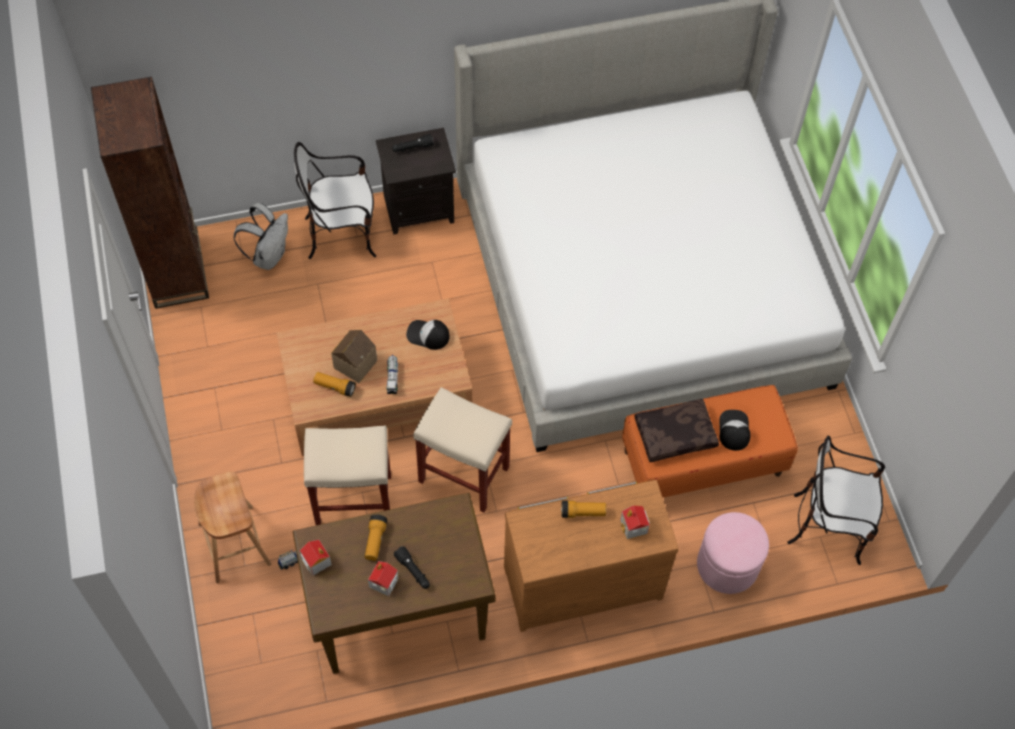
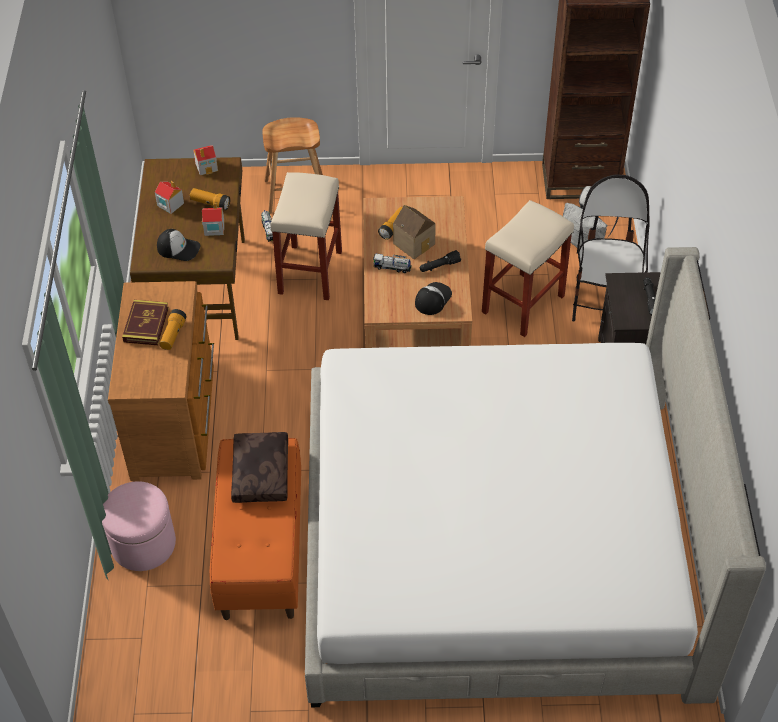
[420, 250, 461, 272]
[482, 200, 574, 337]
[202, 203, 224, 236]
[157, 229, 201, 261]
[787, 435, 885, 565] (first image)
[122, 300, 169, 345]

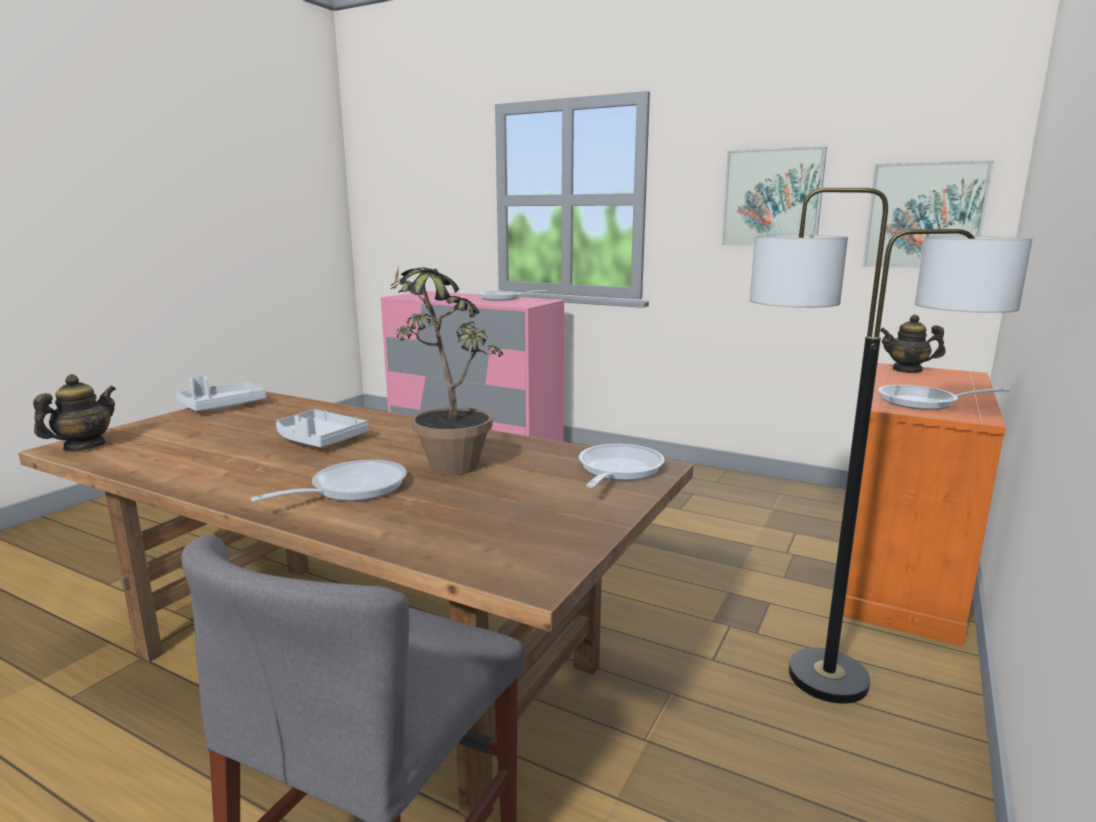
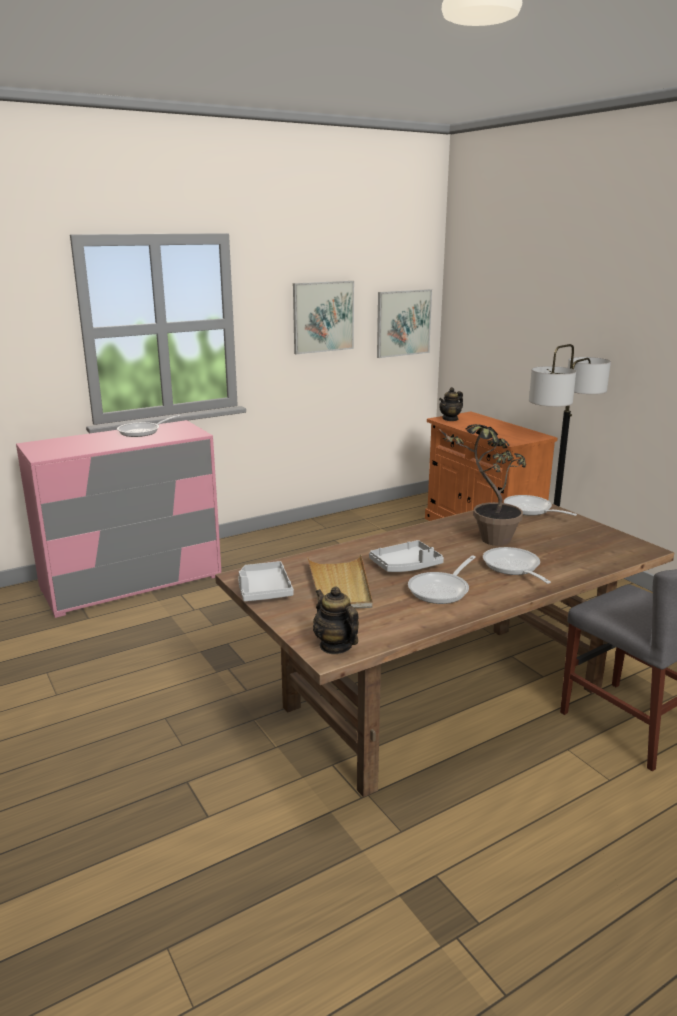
[408, 555, 476, 604]
[307, 555, 372, 608]

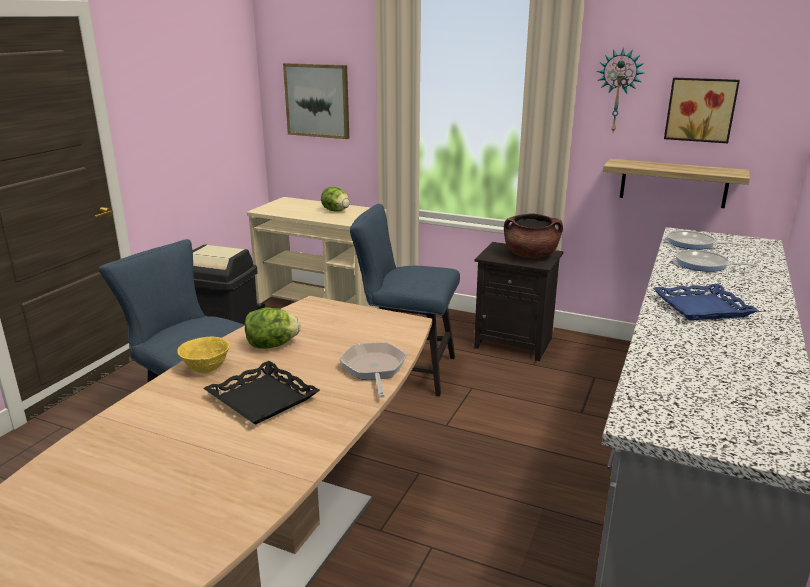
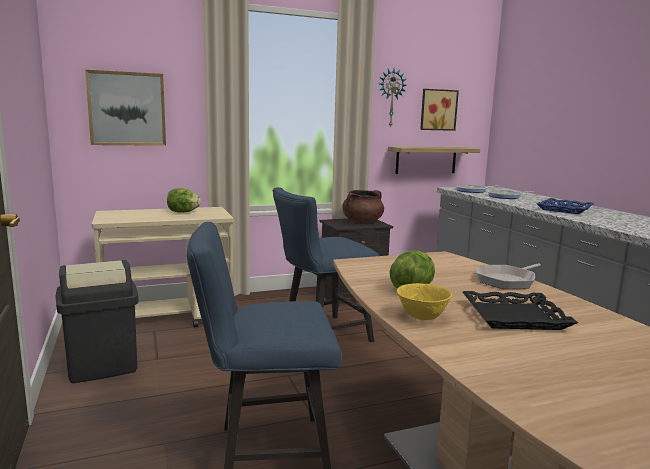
[476, 263, 541, 289]

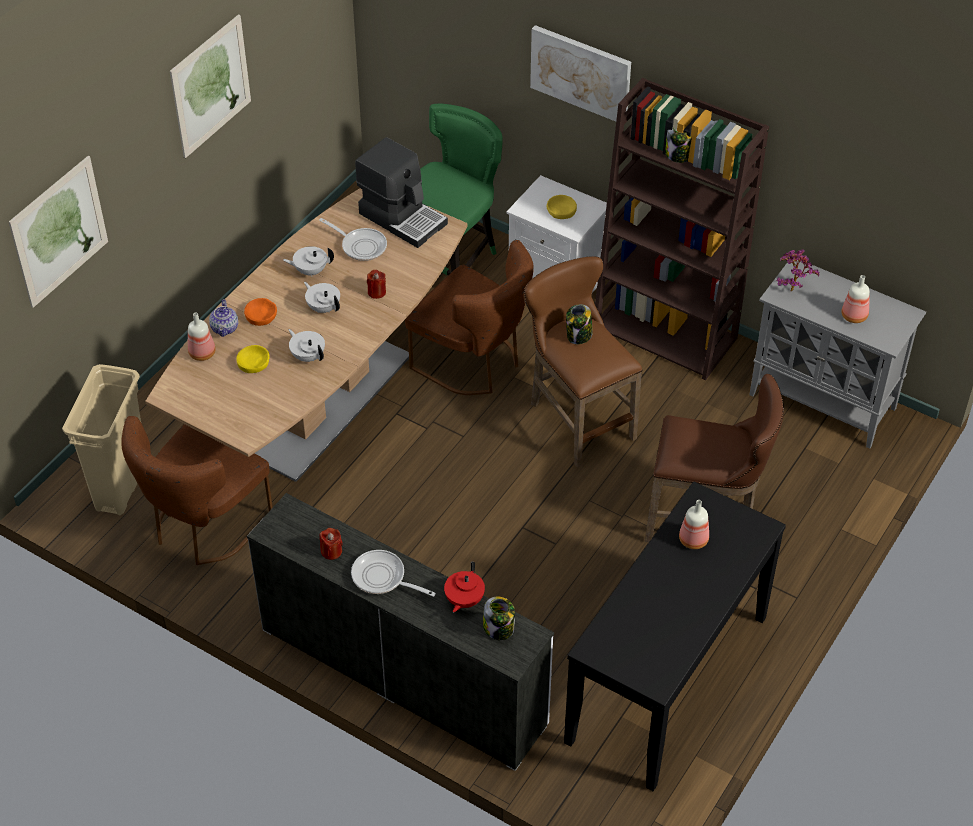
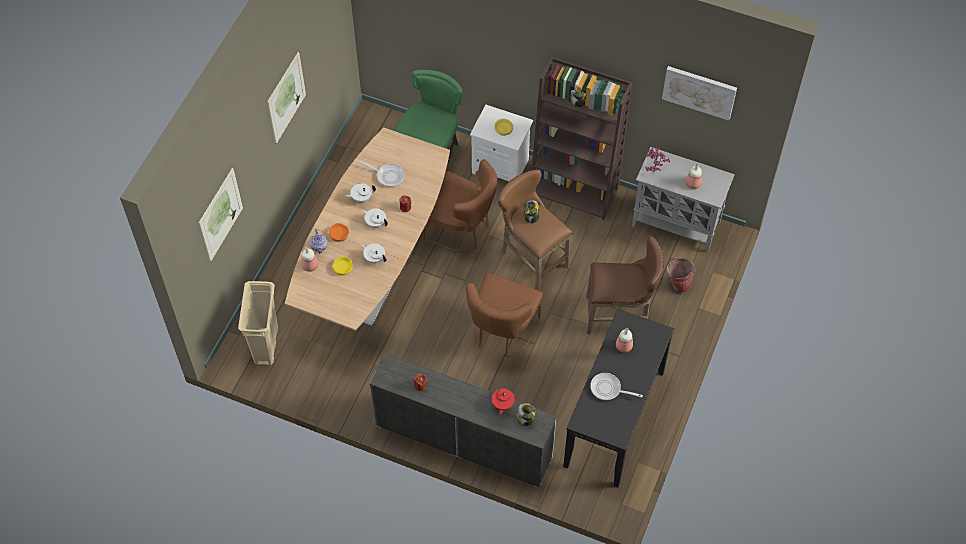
[466, 273, 543, 357]
[590, 373, 643, 400]
[355, 137, 448, 248] (first image)
[662, 66, 737, 121]
[666, 257, 695, 293]

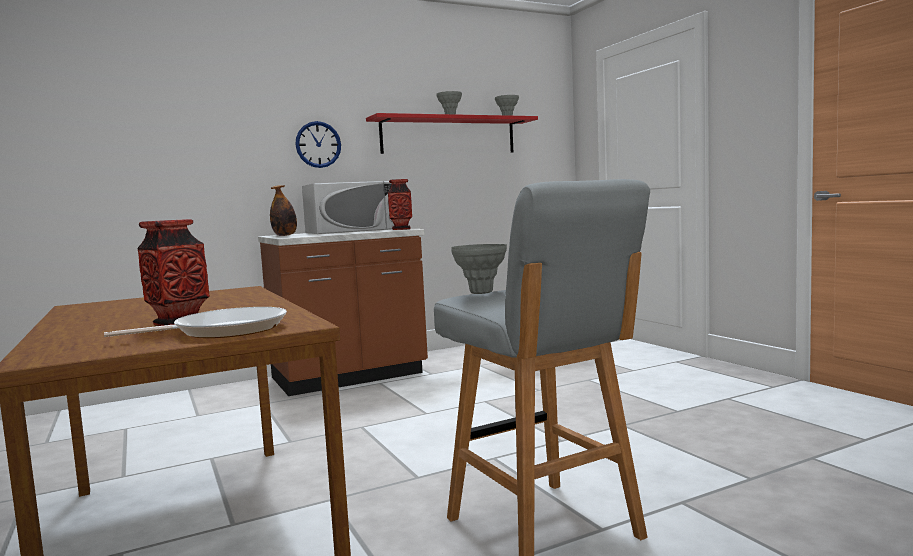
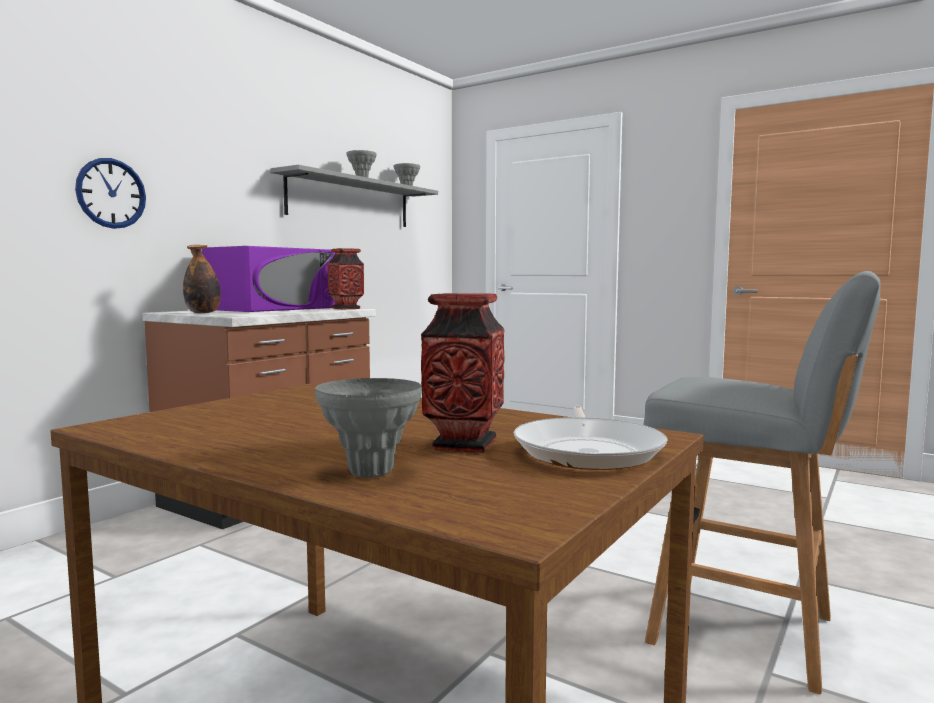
[514, 406, 668, 470]
[75, 158, 146, 229]
[202, 246, 335, 312]
[270, 165, 438, 227]
[315, 378, 422, 478]

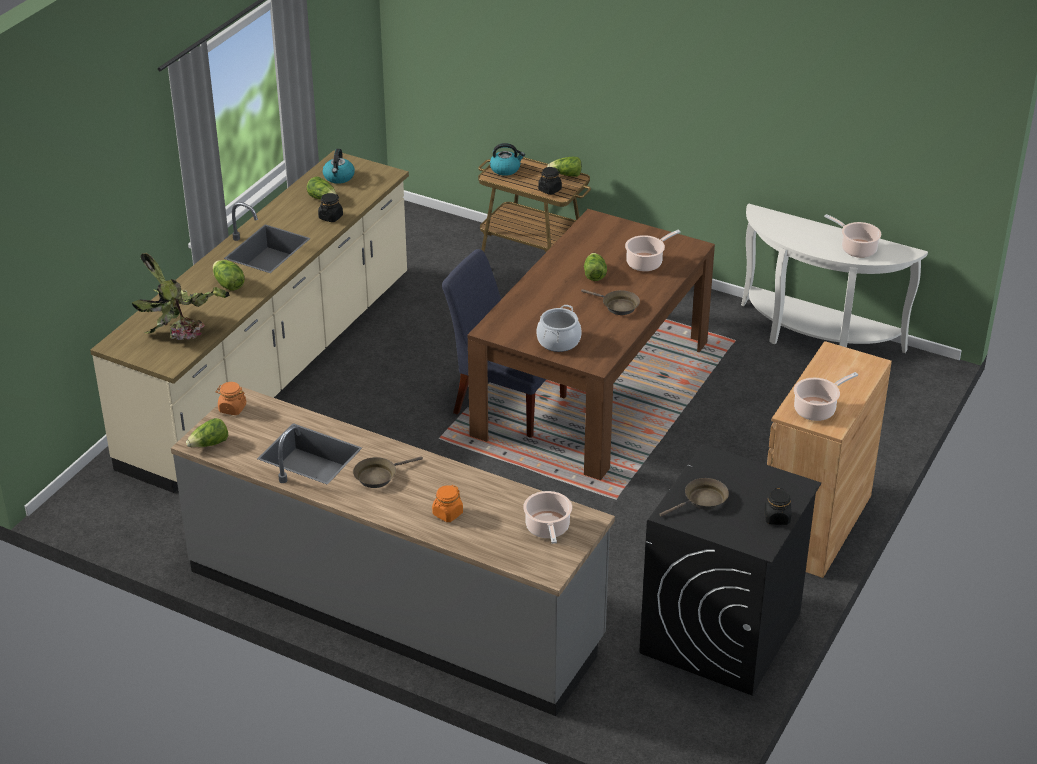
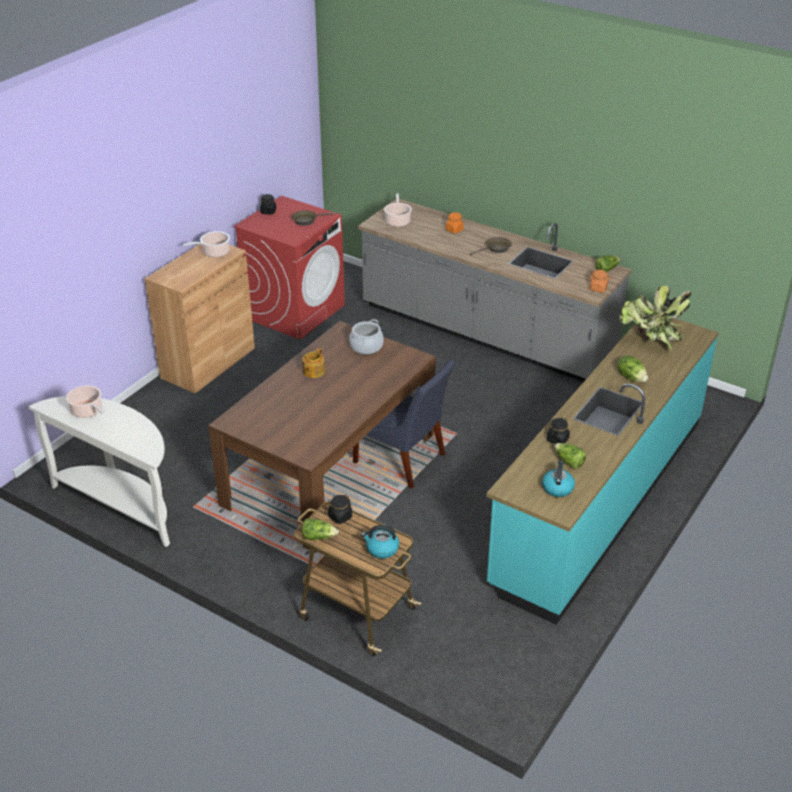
[486, 318, 719, 625]
[302, 348, 325, 378]
[584, 253, 607, 281] (first image)
[625, 230, 681, 272] (first image)
[234, 196, 345, 340]

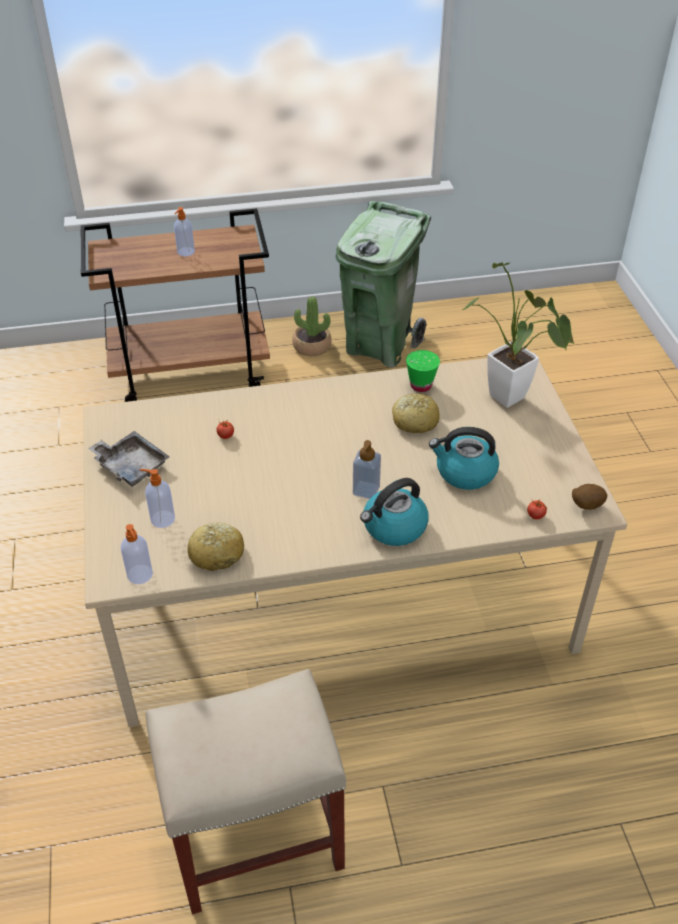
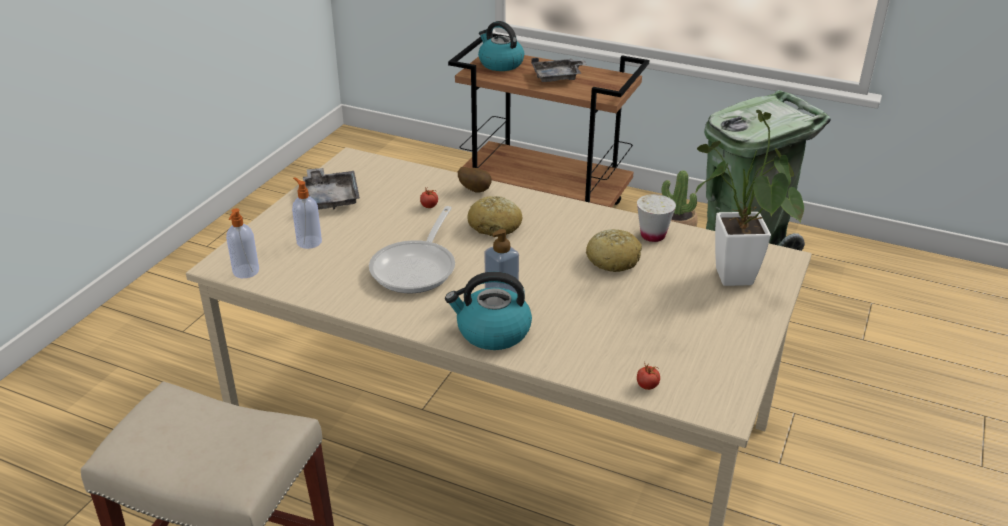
[531, 58, 586, 82]
[467, 196, 522, 236]
[637, 194, 676, 242]
[478, 21, 524, 71]
[458, 167, 492, 192]
[369, 206, 455, 293]

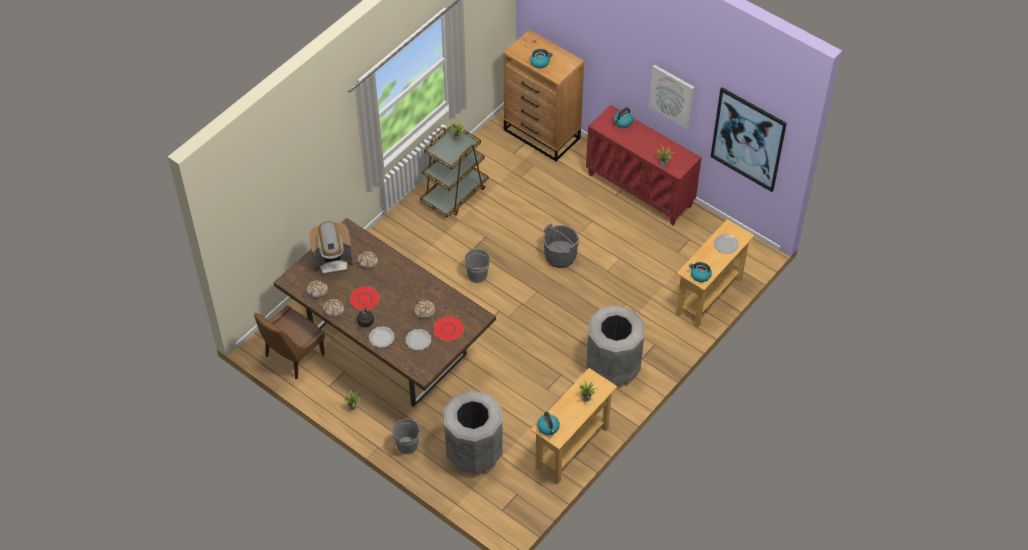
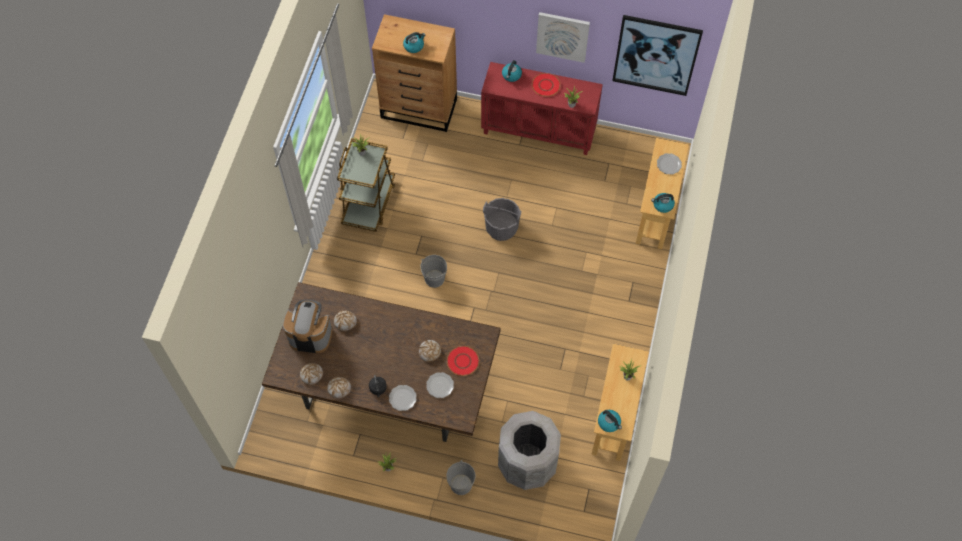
[254, 306, 325, 379] (first image)
[283, 300, 333, 353]
[532, 73, 561, 97]
[586, 305, 644, 386] (first image)

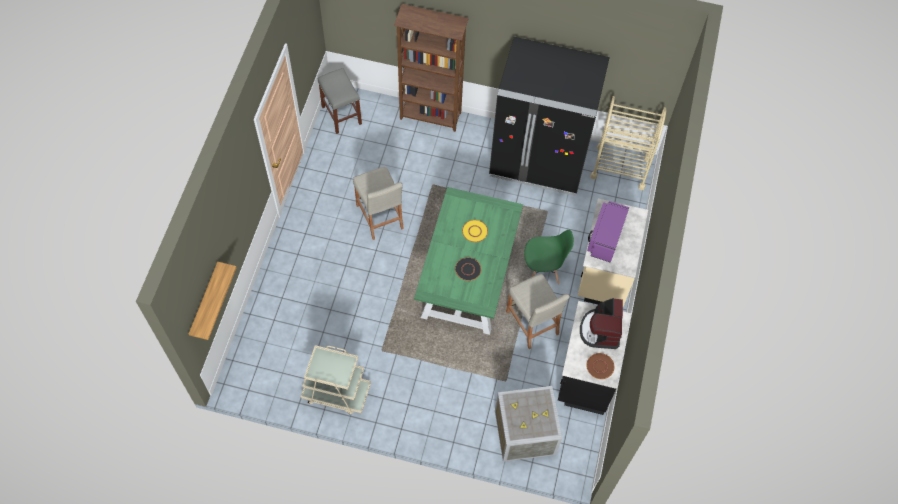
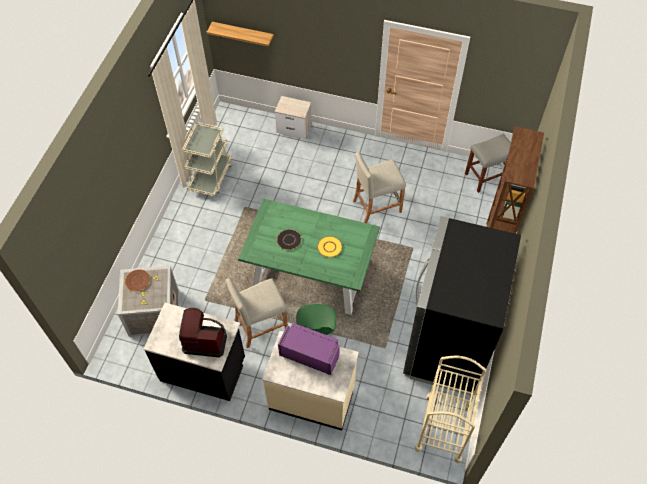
[125, 269, 150, 291]
[275, 96, 312, 139]

